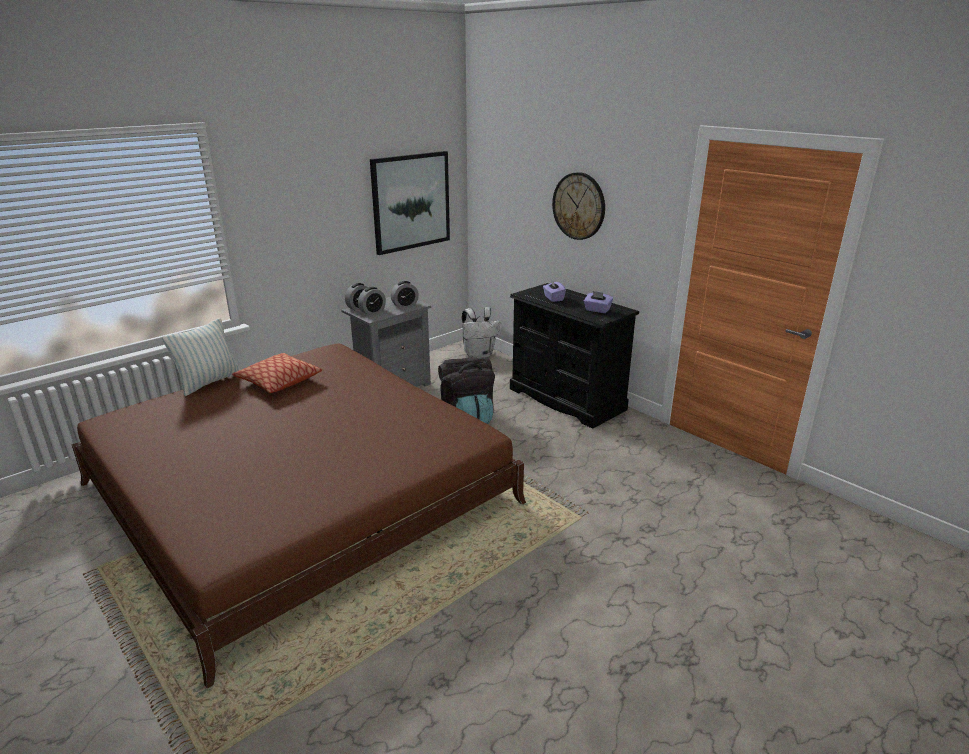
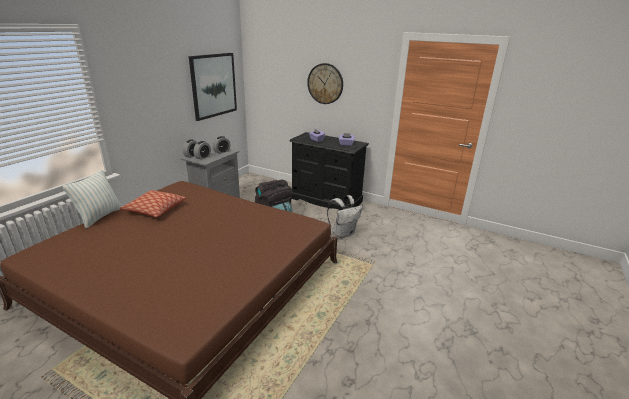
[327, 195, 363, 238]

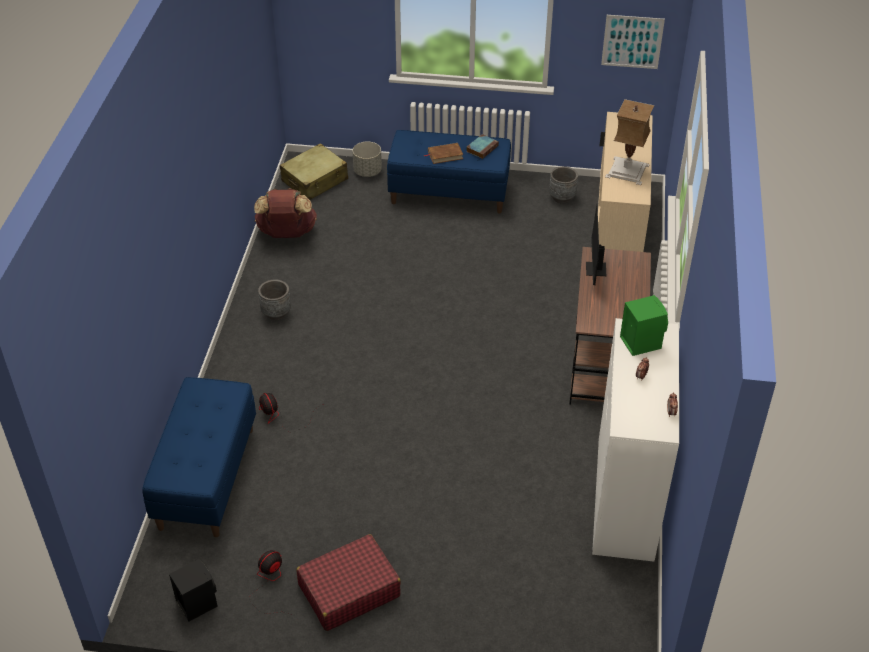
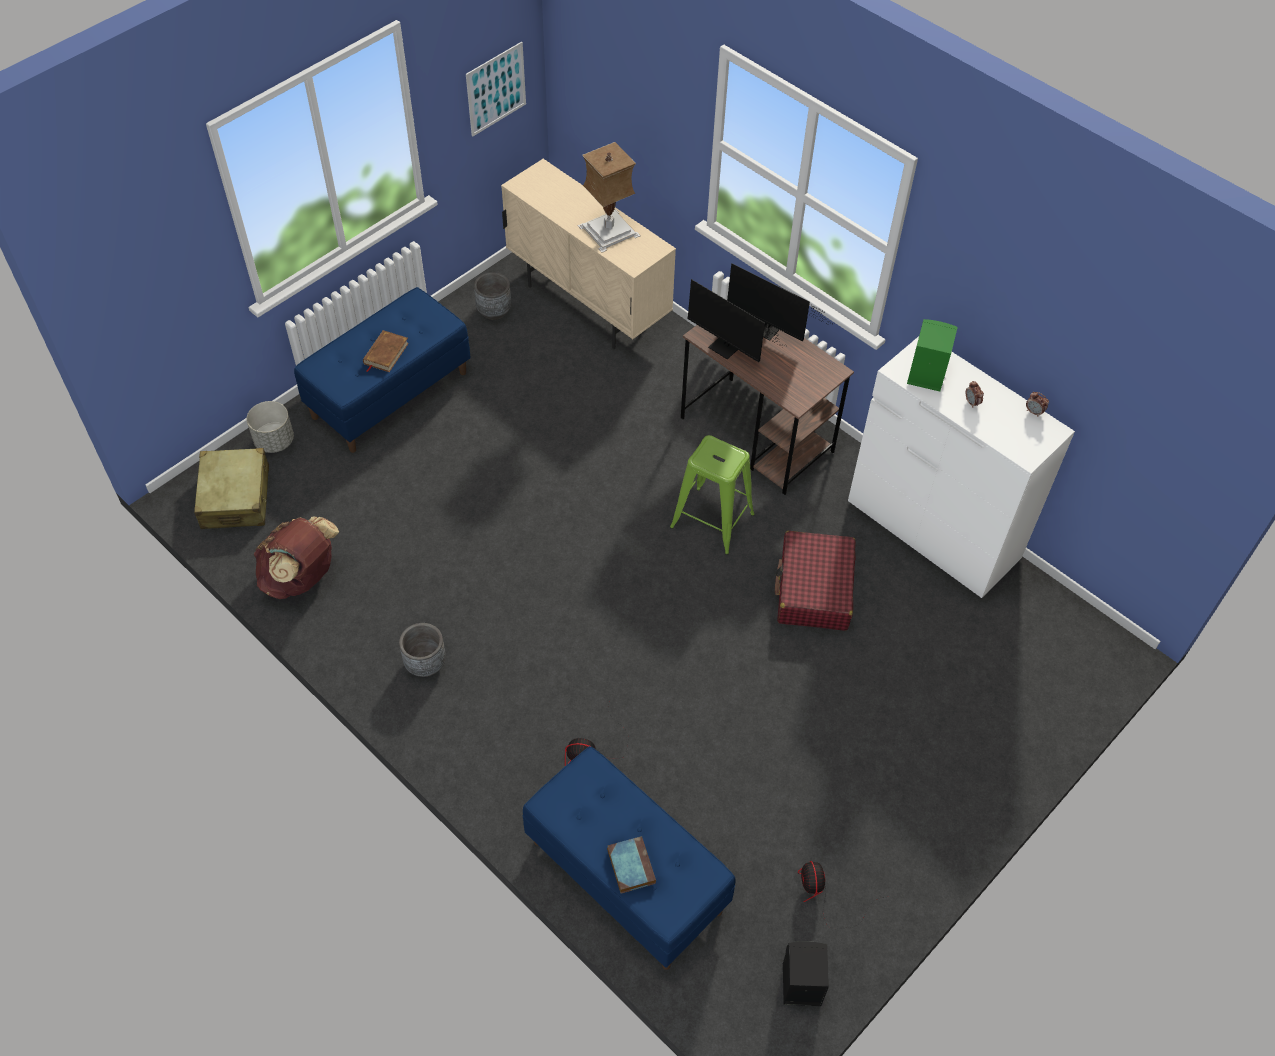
[775, 531, 856, 631]
[607, 836, 656, 894]
[670, 435, 755, 555]
[727, 264, 829, 341]

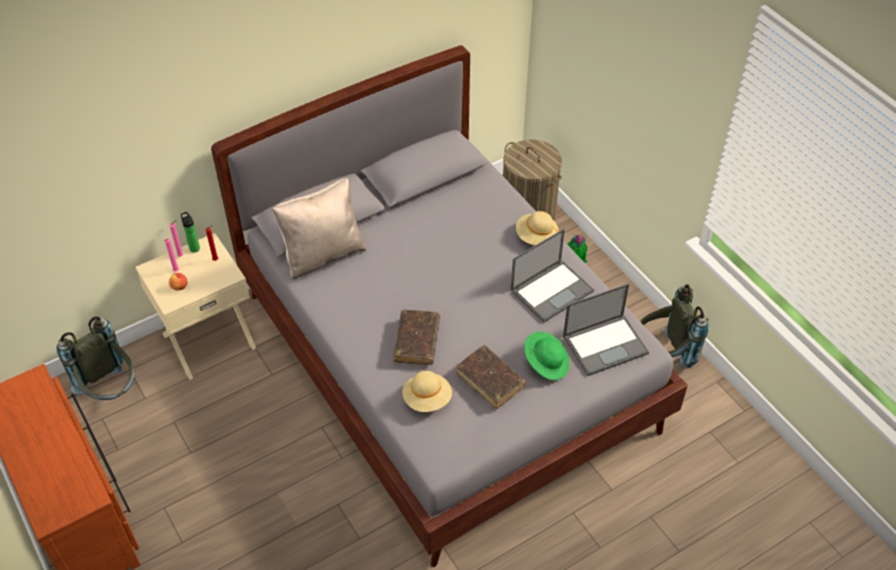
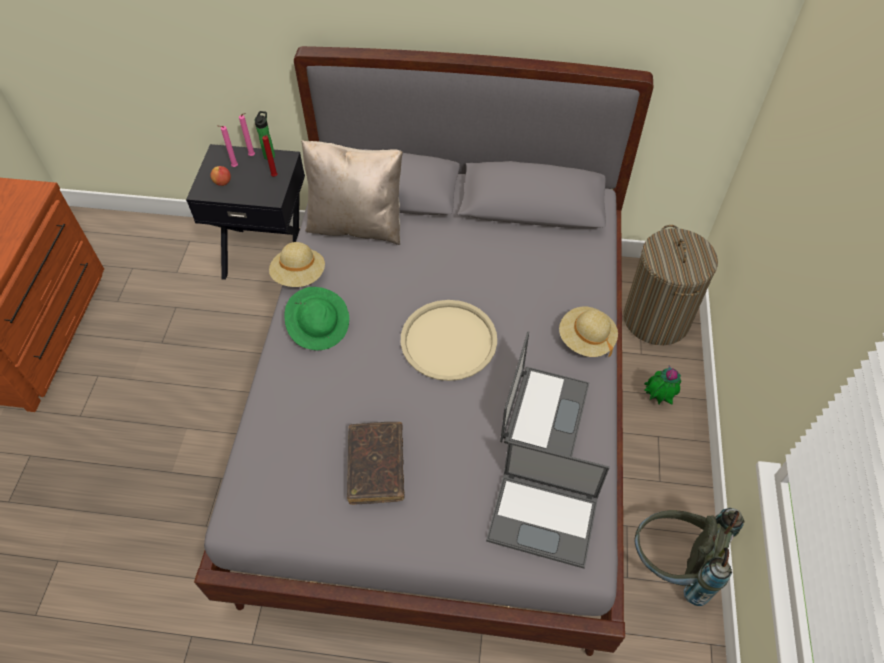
[56, 316, 135, 400] (first image)
[186, 144, 305, 280]
[393, 310, 440, 365] (first image)
[269, 242, 325, 287]
[500, 331, 589, 457]
[284, 287, 349, 351]
[401, 300, 497, 381]

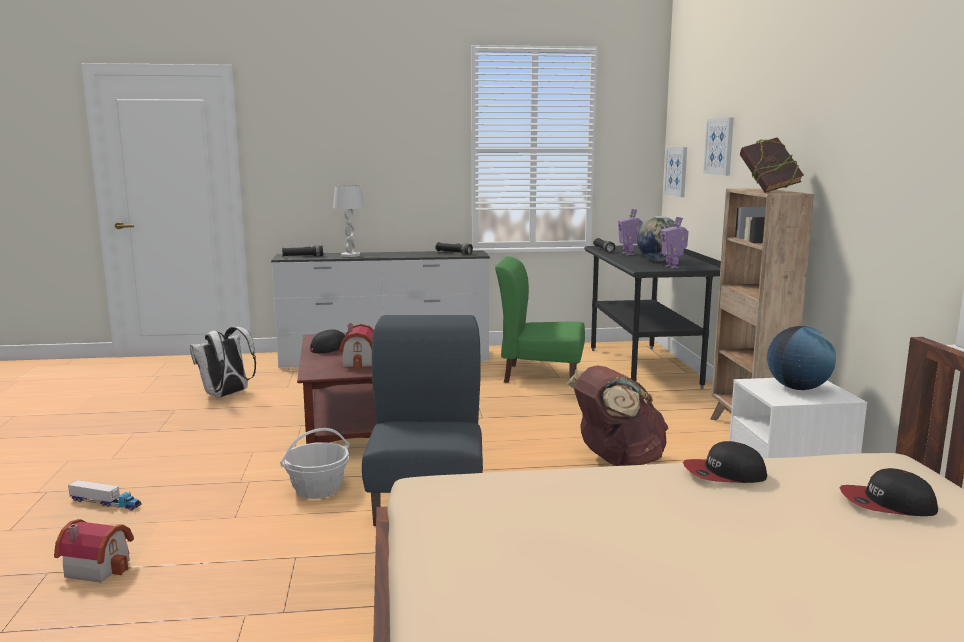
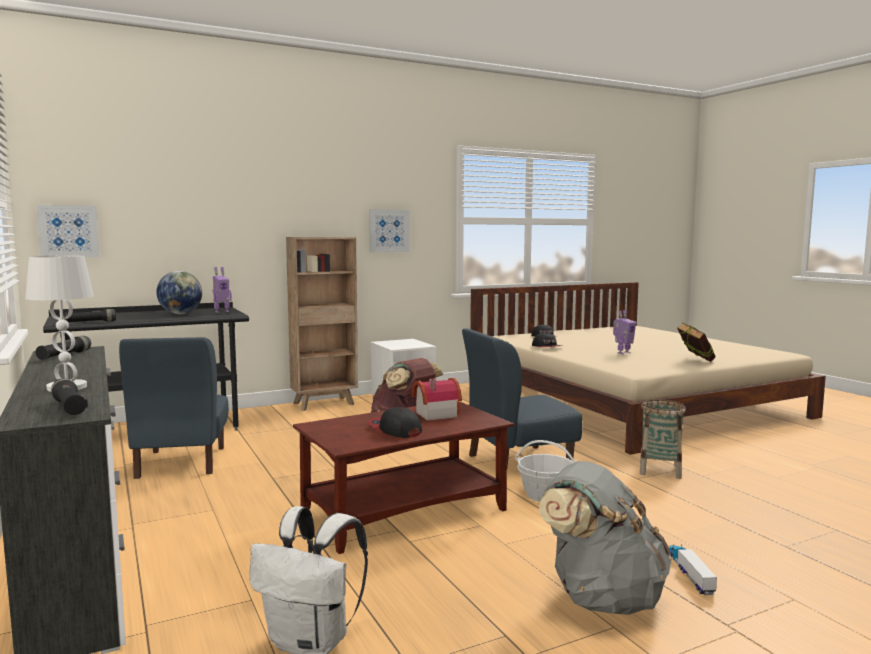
[54, 519, 134, 583] (first image)
[119, 337, 229, 479]
[613, 310, 636, 354]
[369, 209, 409, 252]
[677, 323, 716, 362]
[767, 326, 836, 390] (first image)
[539, 461, 672, 615]
[640, 399, 686, 479]

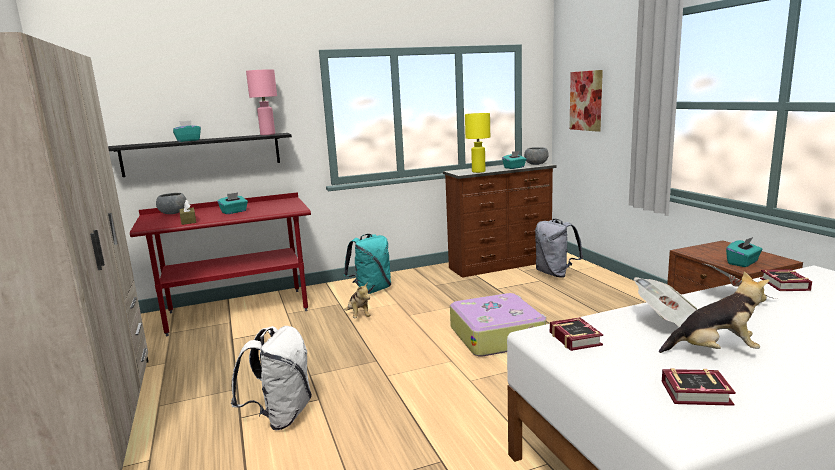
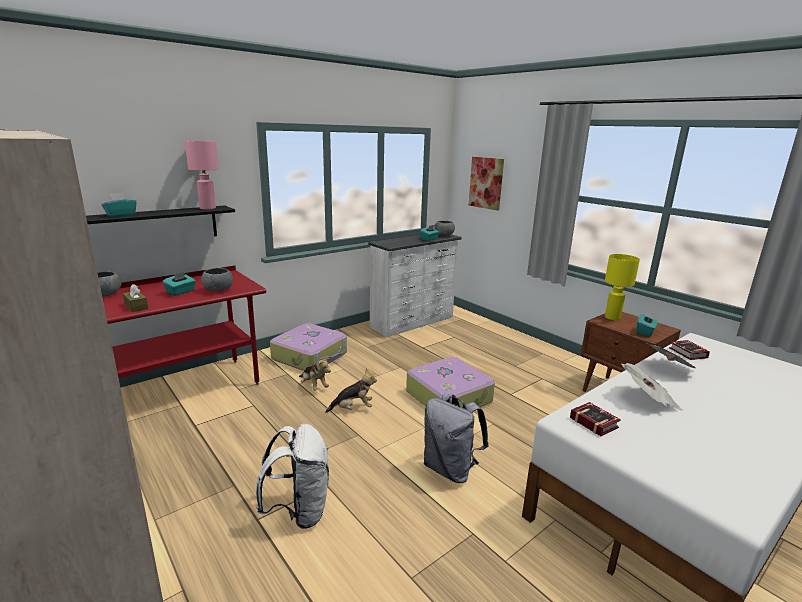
[270, 323, 347, 371]
[368, 234, 462, 337]
[605, 254, 640, 320]
[424, 394, 489, 483]
[325, 368, 377, 413]
[662, 368, 736, 406] (first image)
[201, 268, 233, 291]

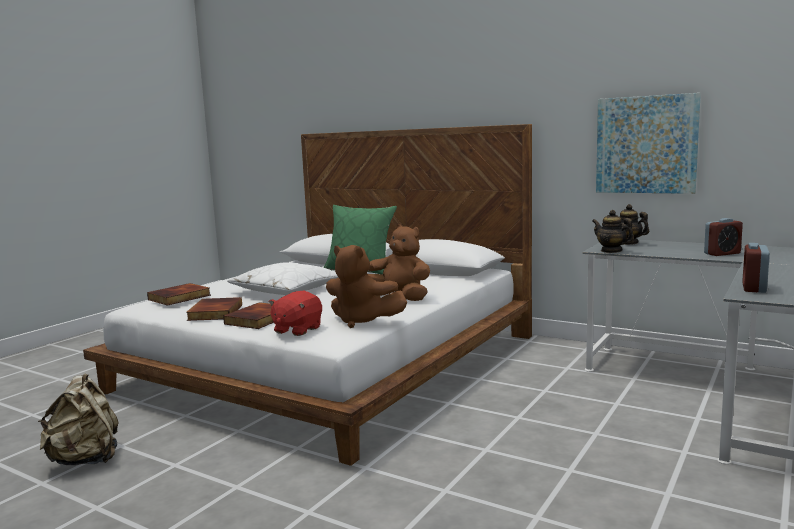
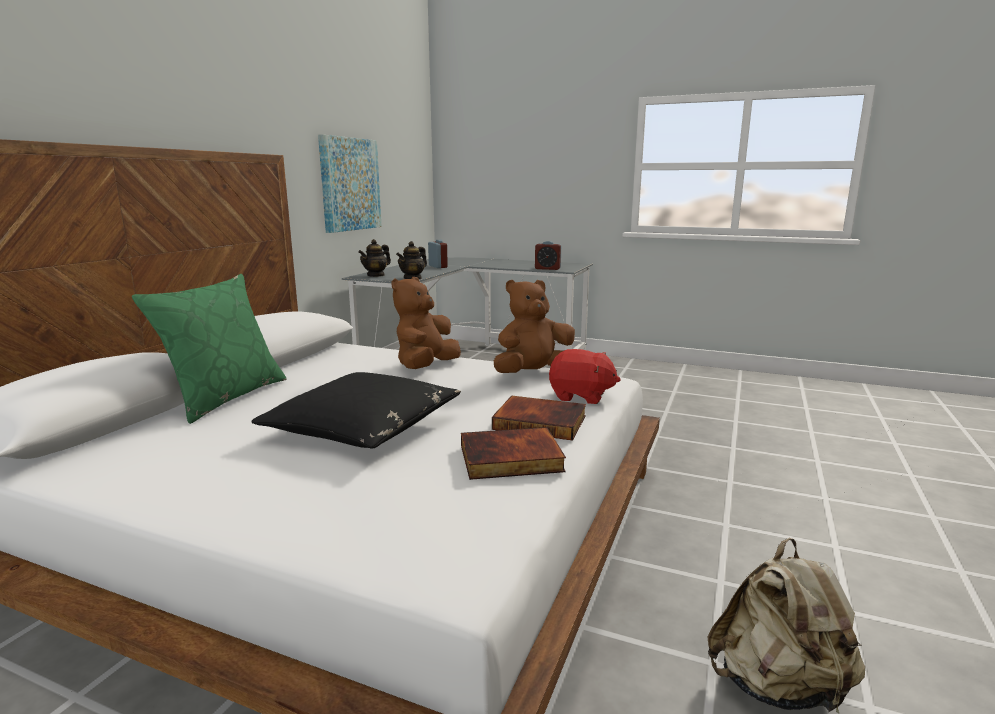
[147, 283, 211, 306] (first image)
[251, 372, 461, 449]
[494, 280, 575, 373]

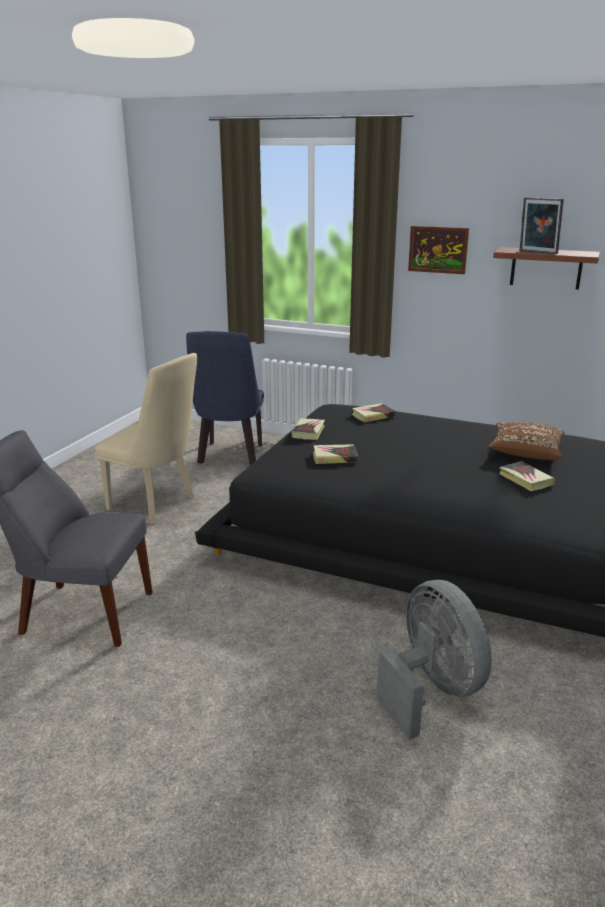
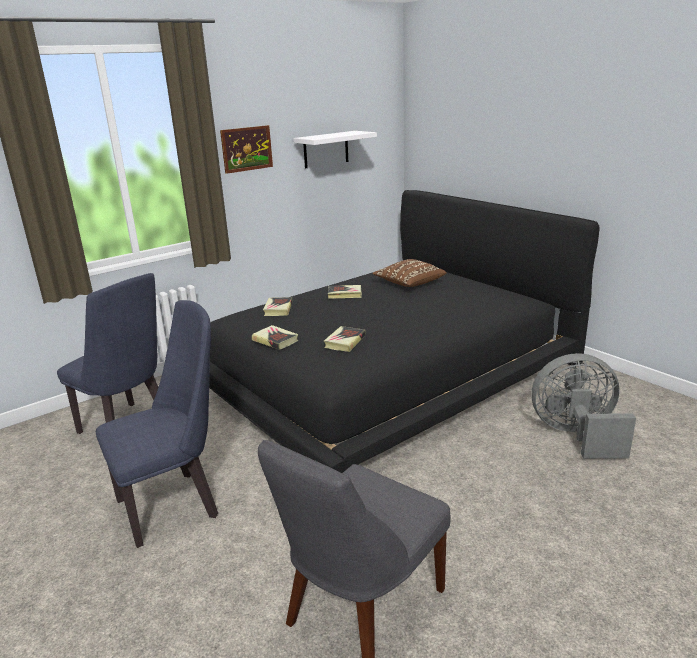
[96, 300, 218, 548]
[293, 131, 377, 168]
[328, 285, 362, 299]
[520, 197, 564, 254] (first image)

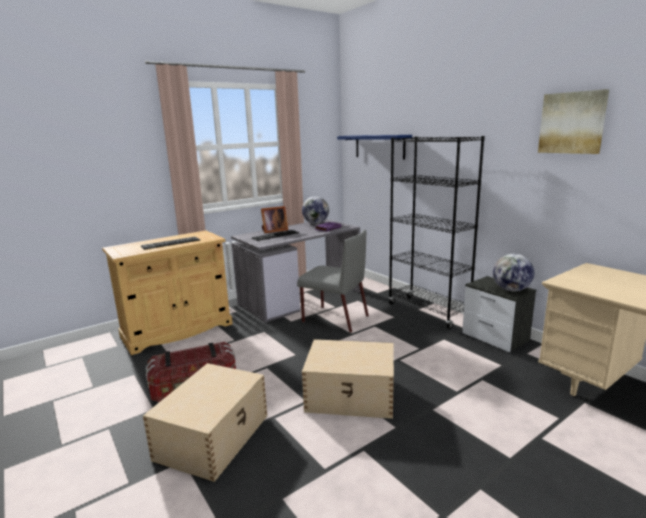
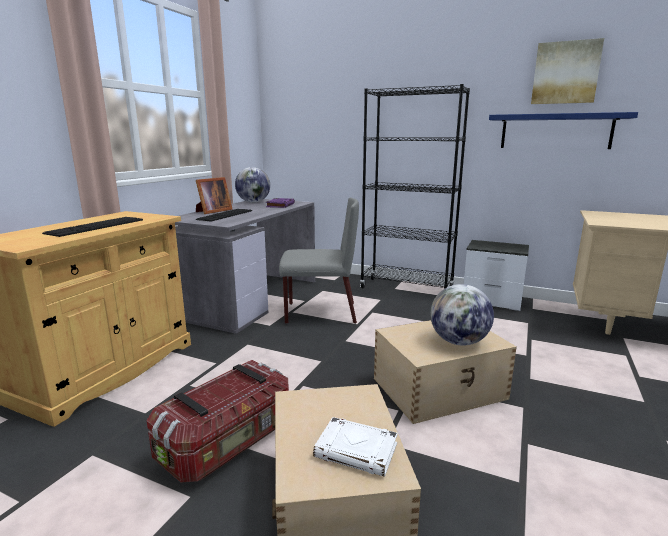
[489, 112, 638, 149]
[430, 284, 494, 346]
[313, 417, 398, 477]

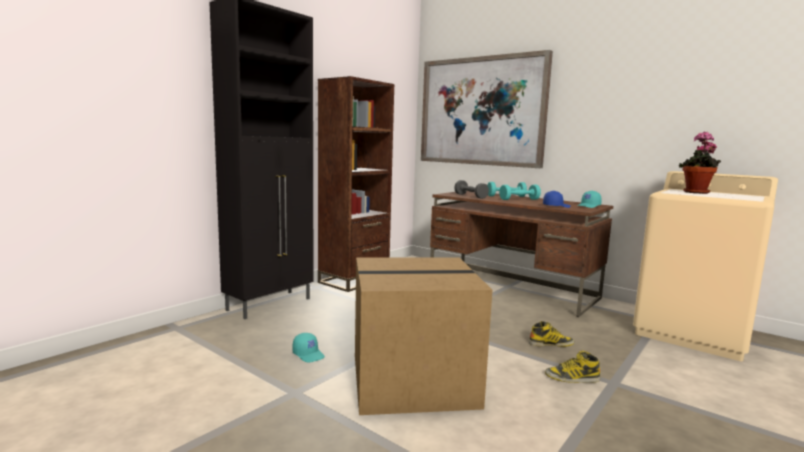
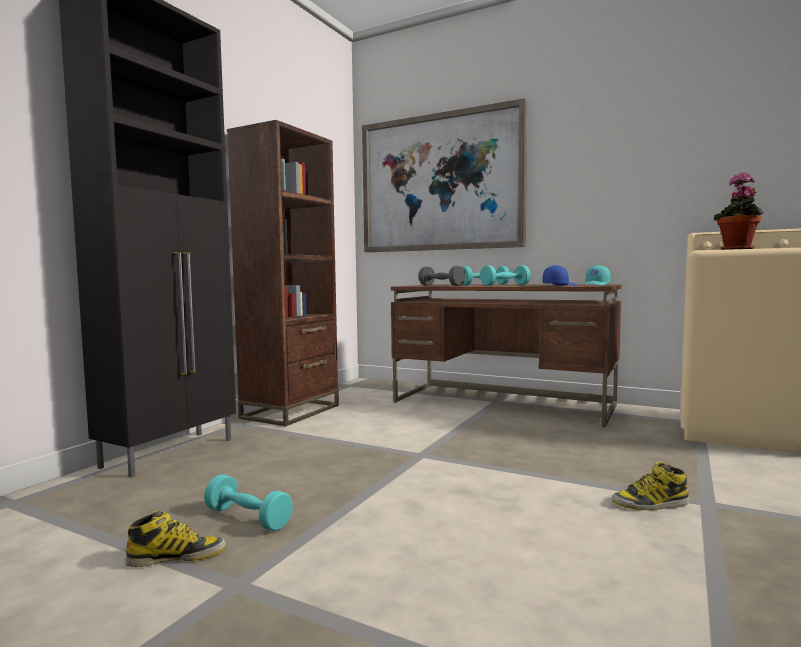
[204, 474, 293, 531]
[355, 257, 493, 415] (first image)
[125, 510, 226, 567]

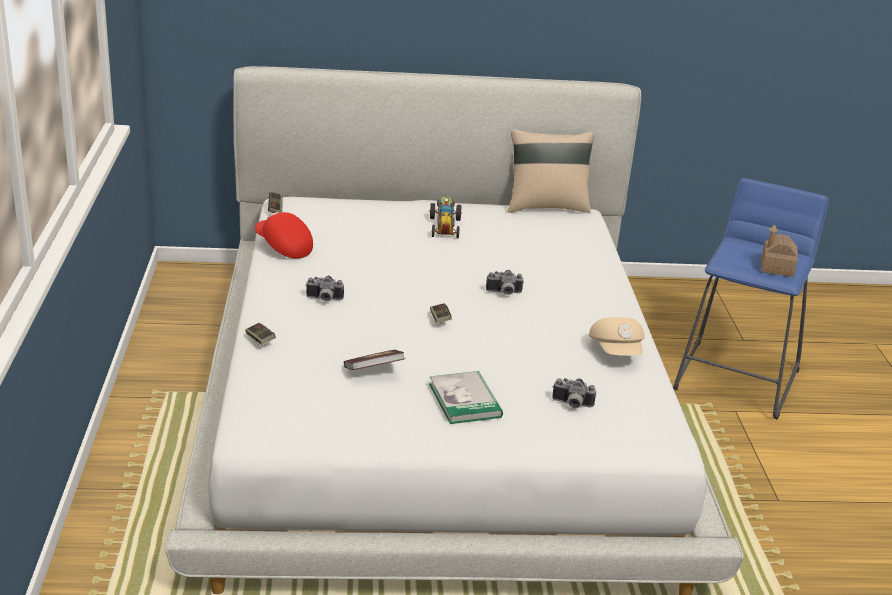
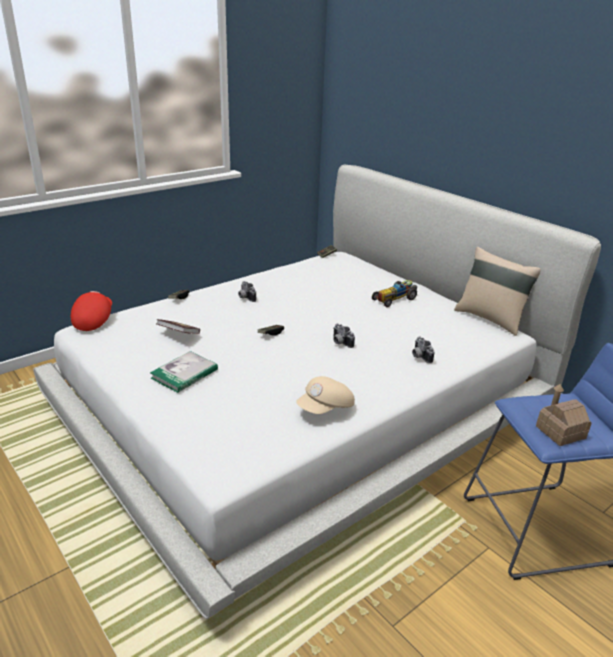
[71, 291, 112, 331]
[412, 337, 435, 363]

